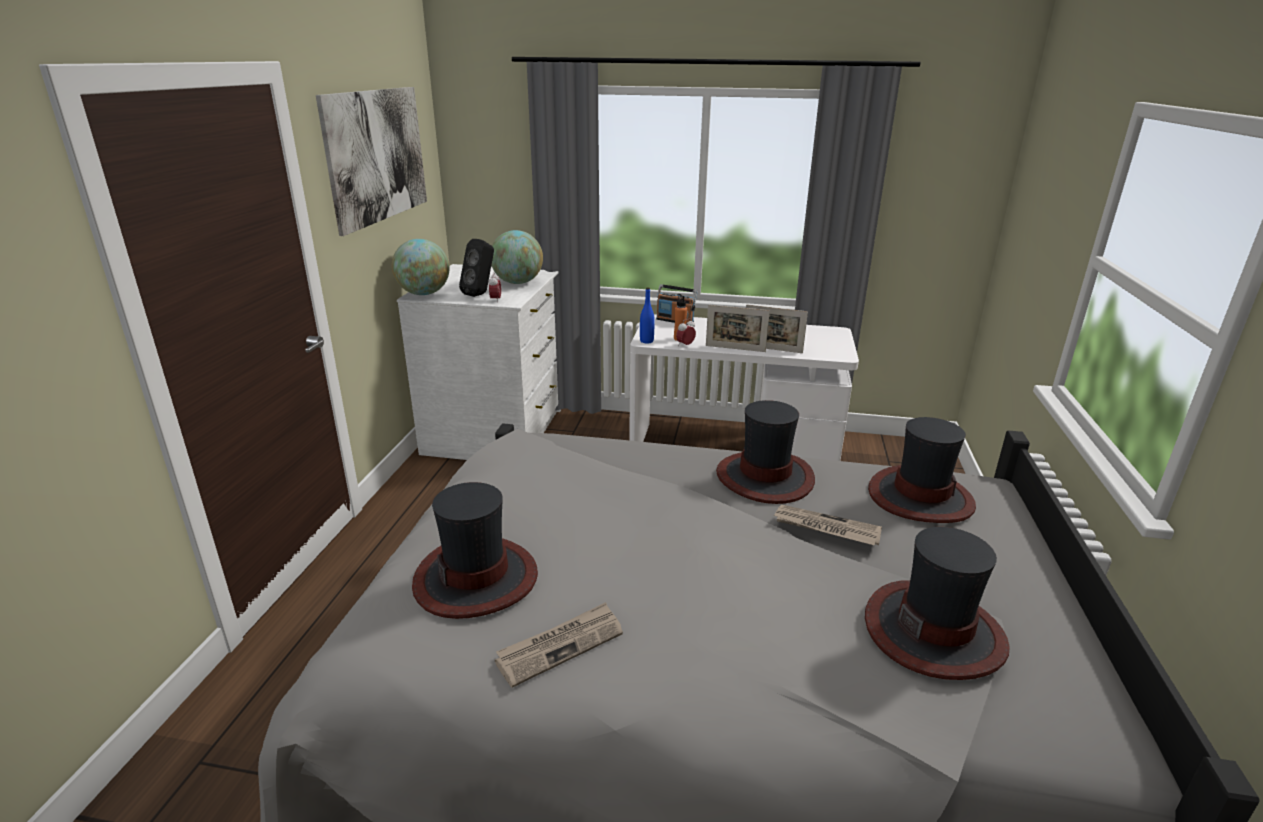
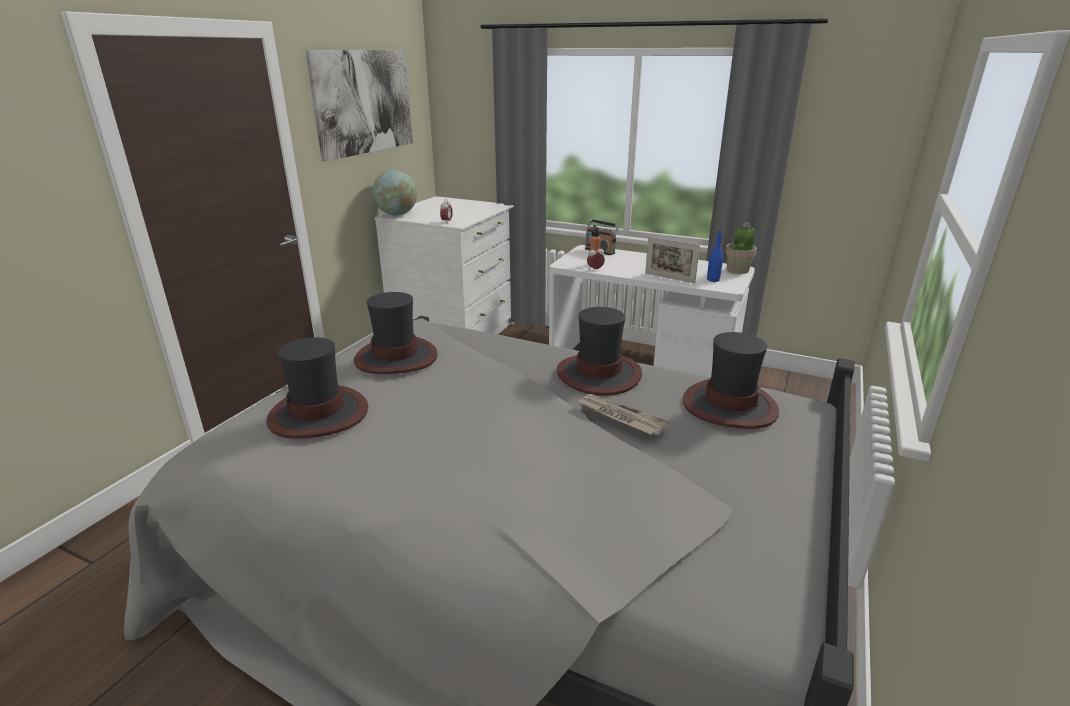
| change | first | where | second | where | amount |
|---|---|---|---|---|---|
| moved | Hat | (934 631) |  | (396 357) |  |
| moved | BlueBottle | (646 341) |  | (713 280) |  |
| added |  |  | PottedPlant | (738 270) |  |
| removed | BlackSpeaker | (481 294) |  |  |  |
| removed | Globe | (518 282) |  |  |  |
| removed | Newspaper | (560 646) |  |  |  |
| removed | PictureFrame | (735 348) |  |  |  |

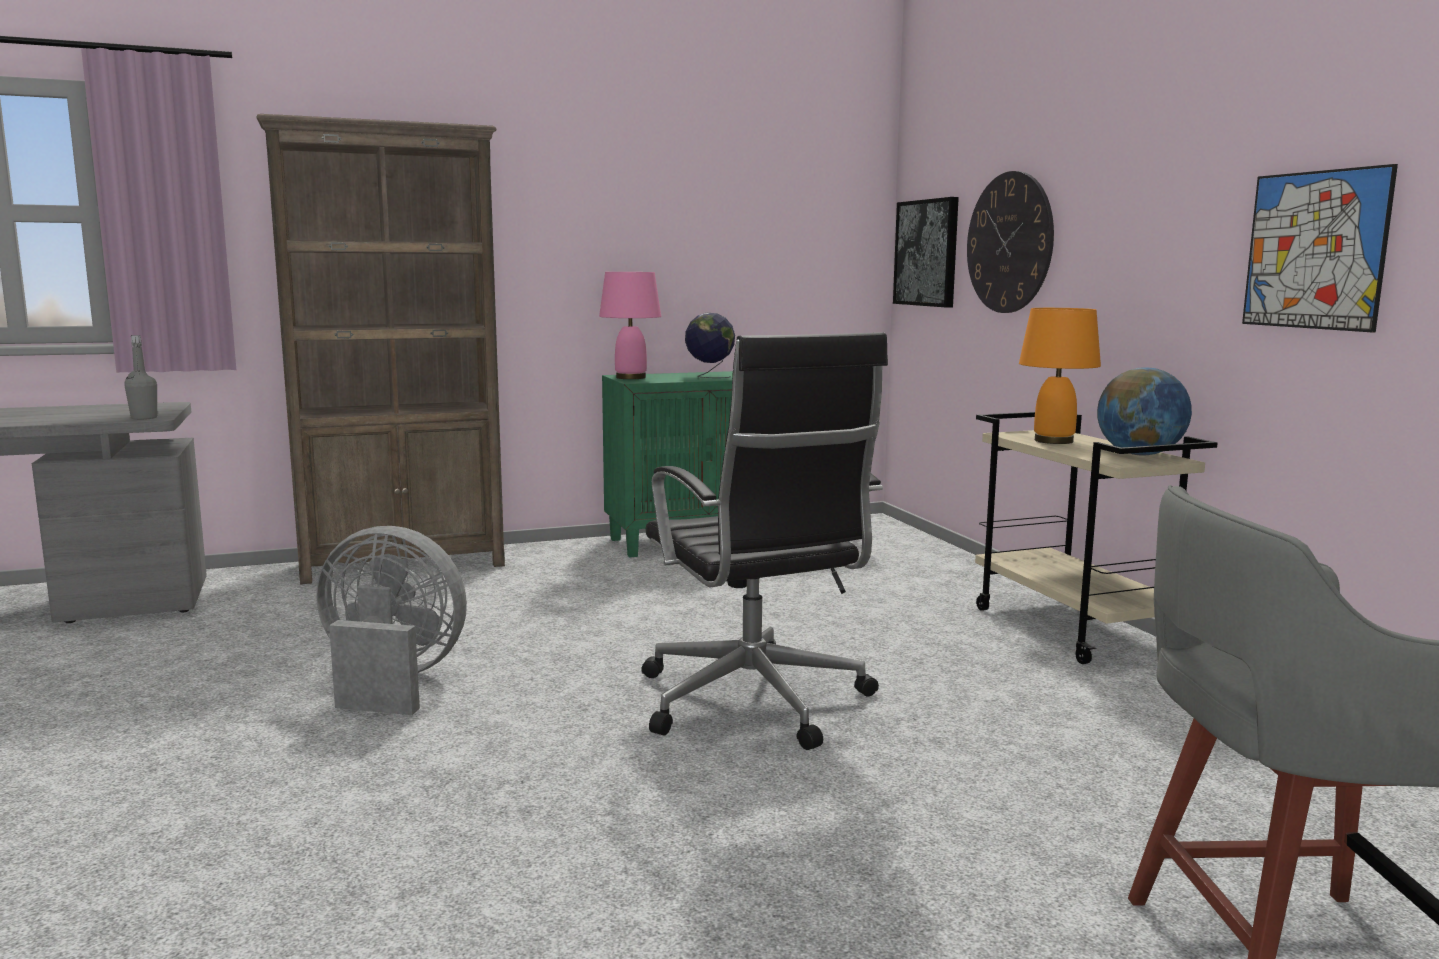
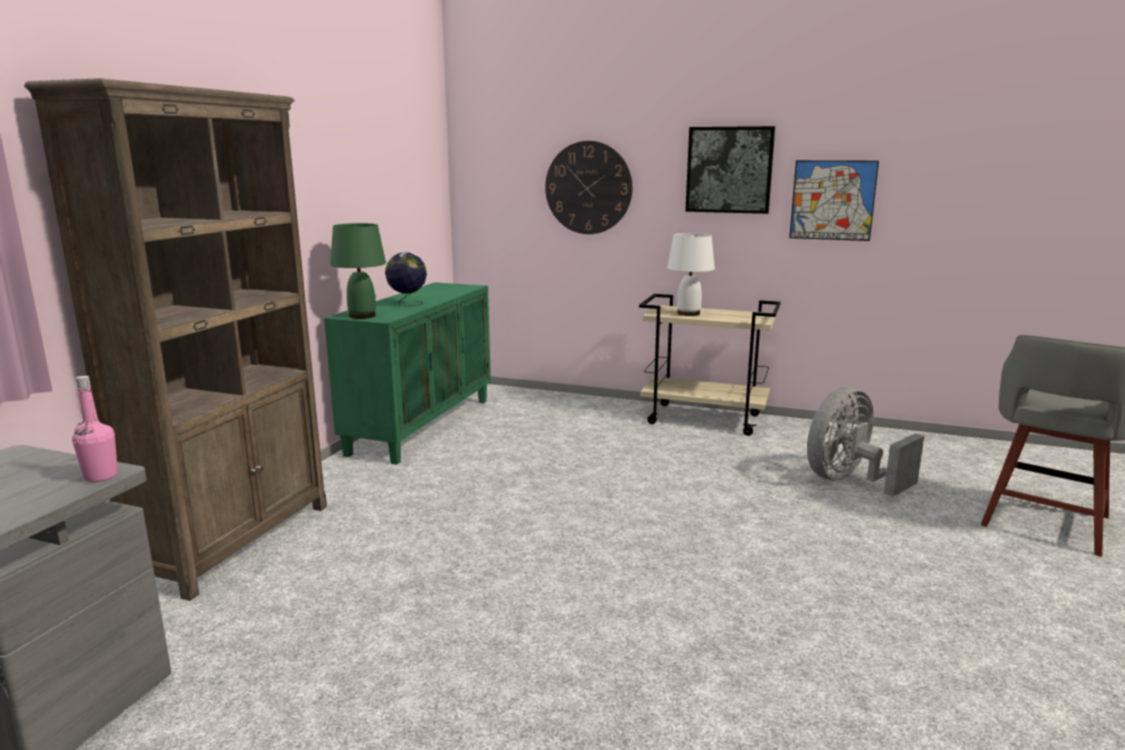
| change | first | where | second | where | amount |
|---|---|---|---|---|---|
| recoloured | GreyBottle | (144 418) | PinkBottle | (101 476) |  |
| recoloured | PinkTableLamp | (630 377) | GreenTableLamp | (362 316) |  |
| recoloured | OrangeTableLamp | (1053 441) | WhiteTableLamp | (688 313) |  |
| moved | Picture | (927 253) |  | (729 170) |  |
| moved | GreyFan | (390 682) |  | (849 481) |  |
| removed | BlackOfficeChair | (755 703) |  |  |  |
| removed | Globe | (1140 454) |  |  |  |

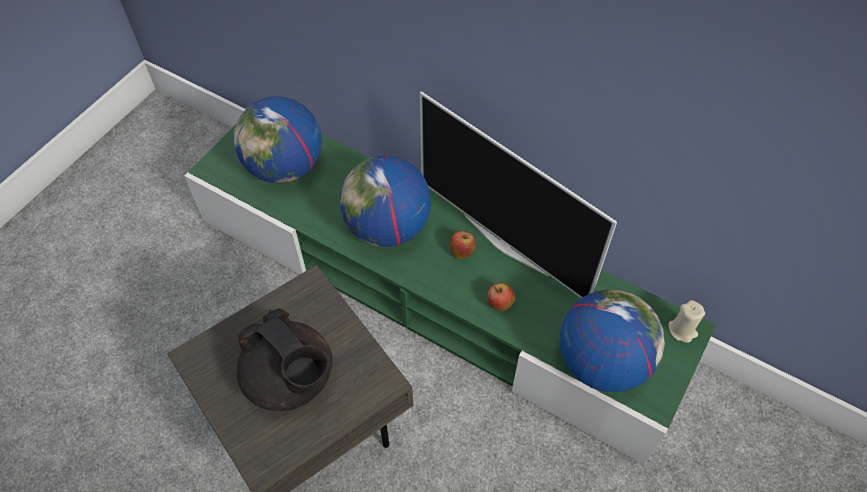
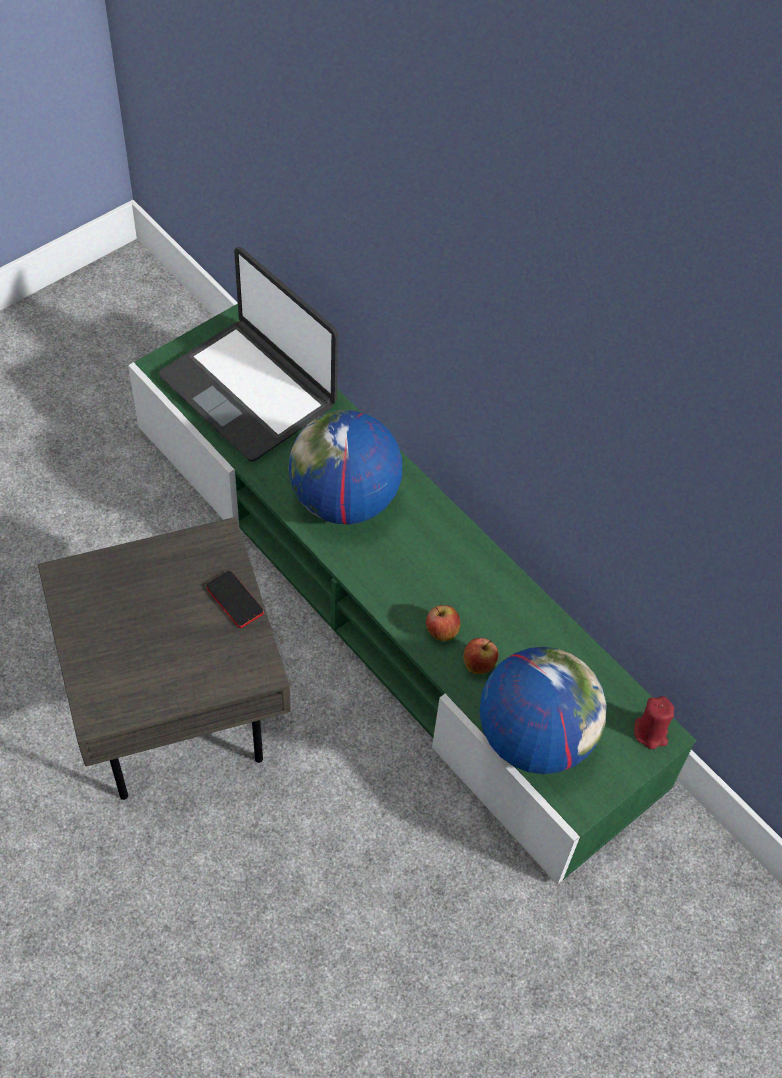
| change | first | where | second | where | amount |
|---|---|---|---|---|---|
| replaced | Globe | (285 167) | Laptop | (249 390) |  |
| added |  |  | Phone | (234 600) |  |
| moved | Apple | (462 252) |  | (479 664) |  |
| recoloured | BeigeCandle | (682 330) | RedCandle | (651 733) |  |
| removed | BlackTeapot | (291 379) |  |  |  |
| removed | Television | (506 243) |  |  |  |

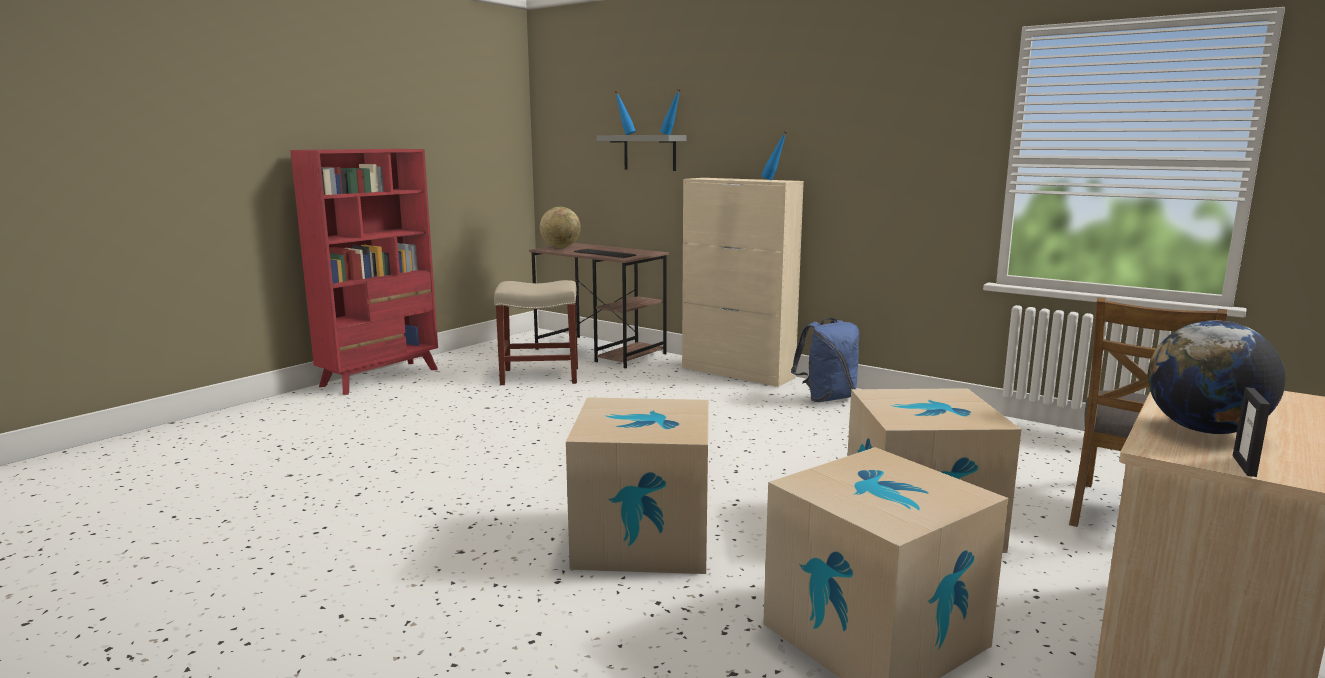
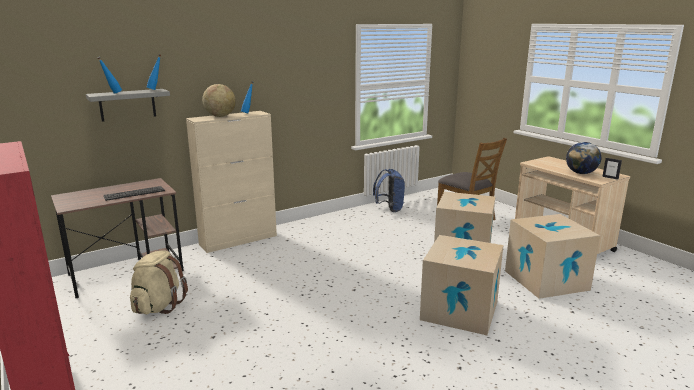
| change | first | where | second | where | amount |
|---|---|---|---|---|---|
| replaced | BeigeStool | (538 376) | BeigeBackpack | (159 306) |  |
| moved | Globe | (561 247) |  | (220 116) |  |
| moved | BlueBackpack | (827 398) |  | (389 209) |  |

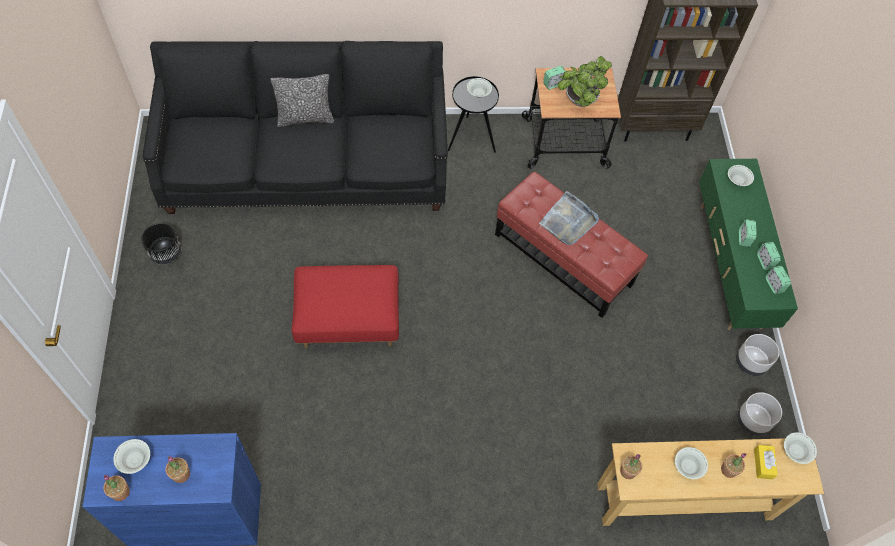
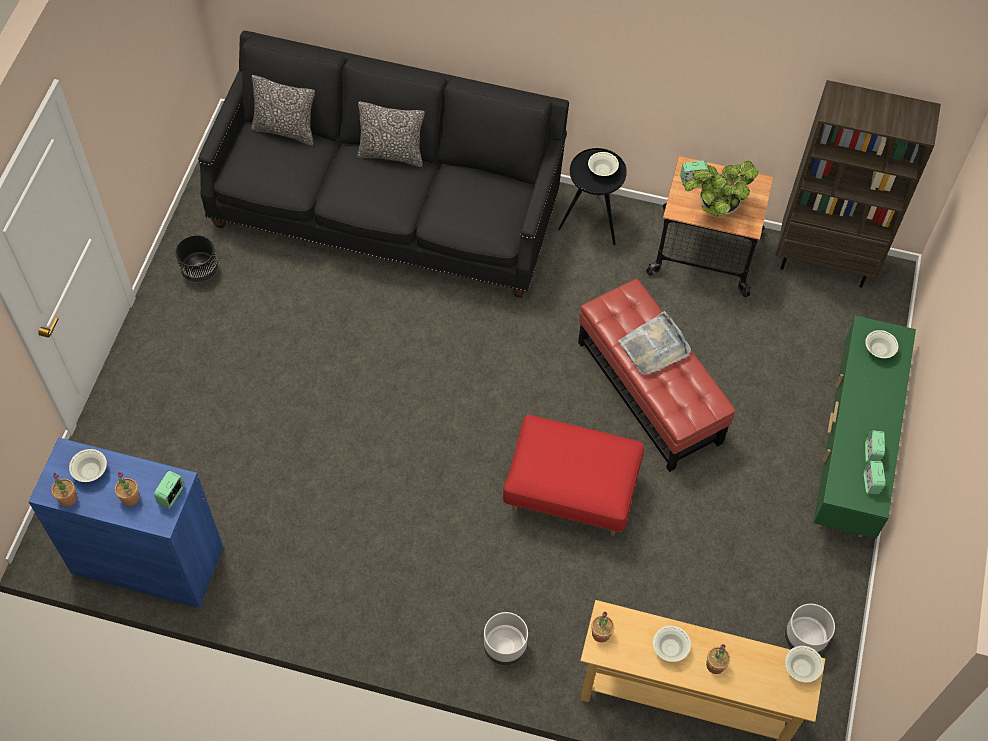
| change | first | where | second | where | amount |
|---|---|---|---|---|---|
| moved | AlarmClock | (744 238) |  | (171 495) |  |
| added |  |  | Pillow | (285 130) |  |
| moved | GreyPlanter | (751 362) |  | (504 647) |  |
| moved | RedOttoman | (349 321) |  | (571 492) |  |
| removed | YellowTissueBox | (763 464) |  |  |  |

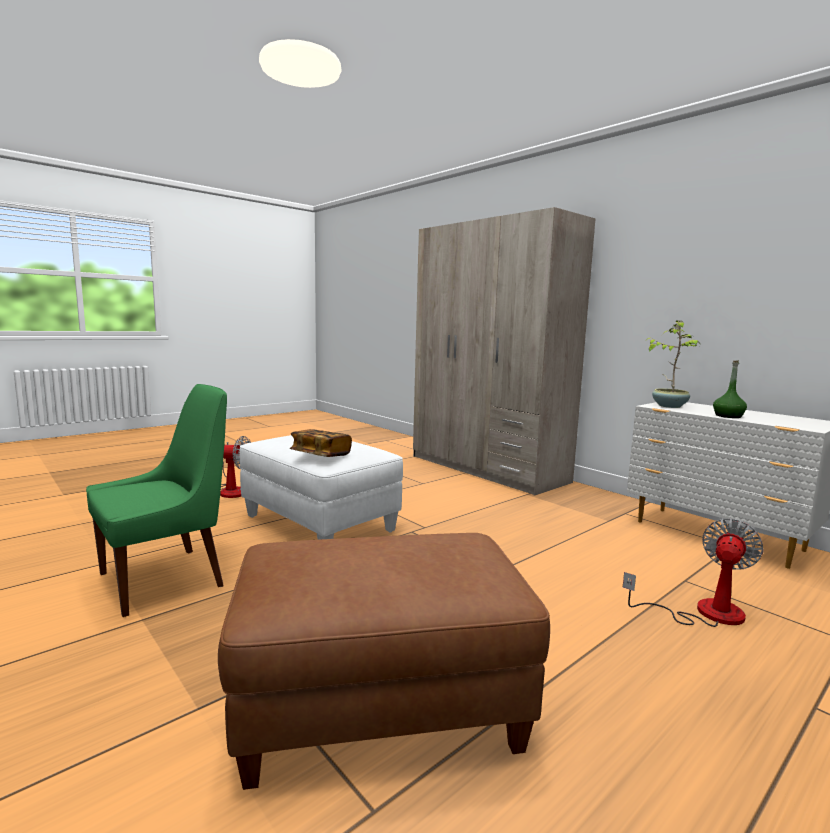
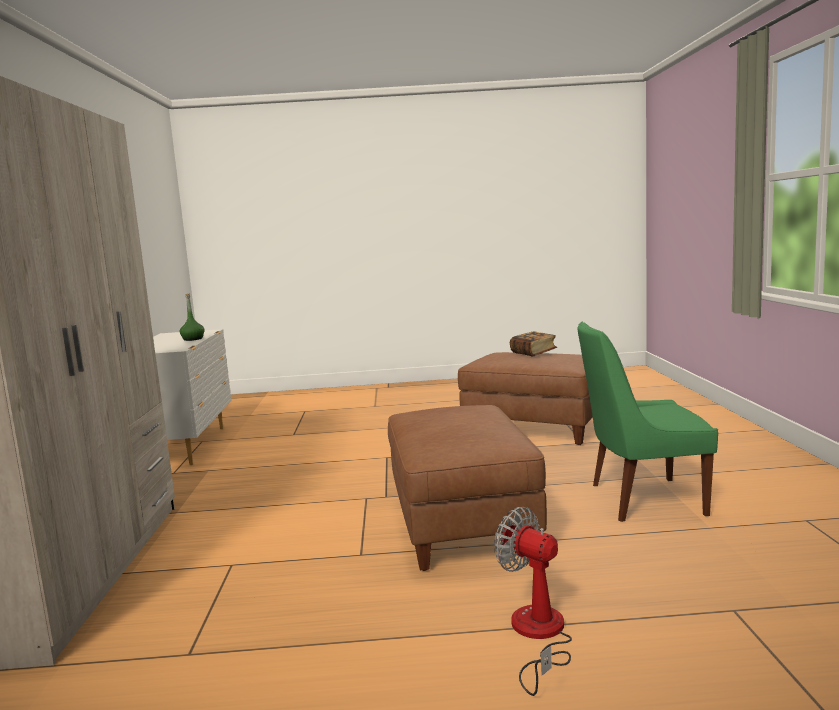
| change | first | where | second | where | amount |
|---|---|---|---|---|---|
| recoloured | WhiteOttoman | (321 524) | BrownOttoman | (461 525) |  |
| moved | Book | (321 455) |  | (533 353) |  |
| removed | Fan | (704 613) |  |  |  |
| removed | PottedPlant | (669 406) |  |  |  |

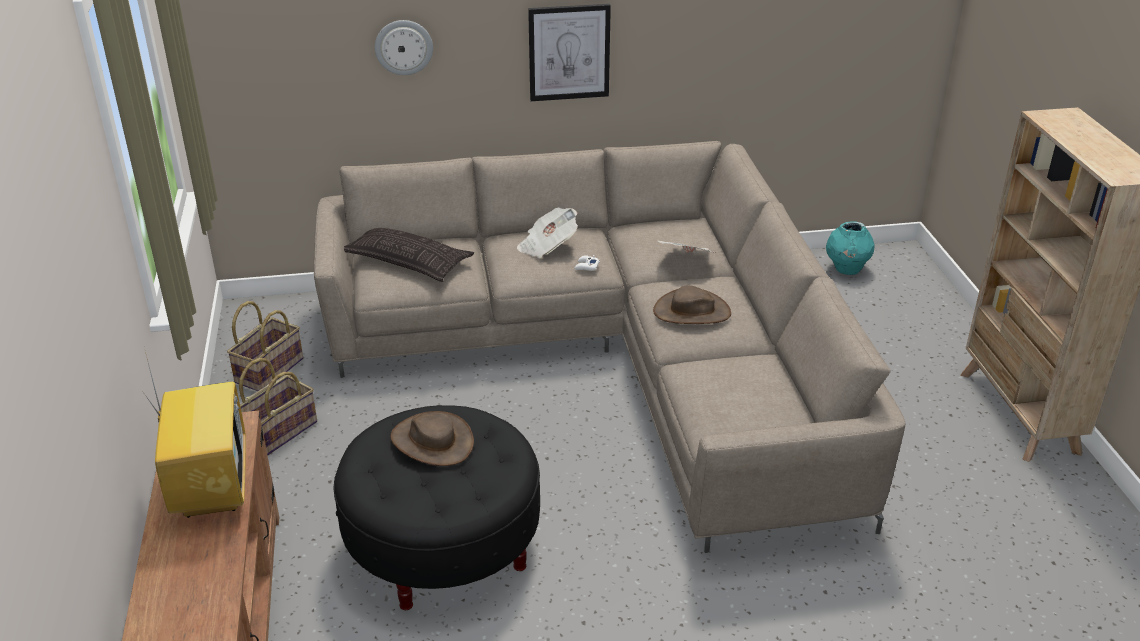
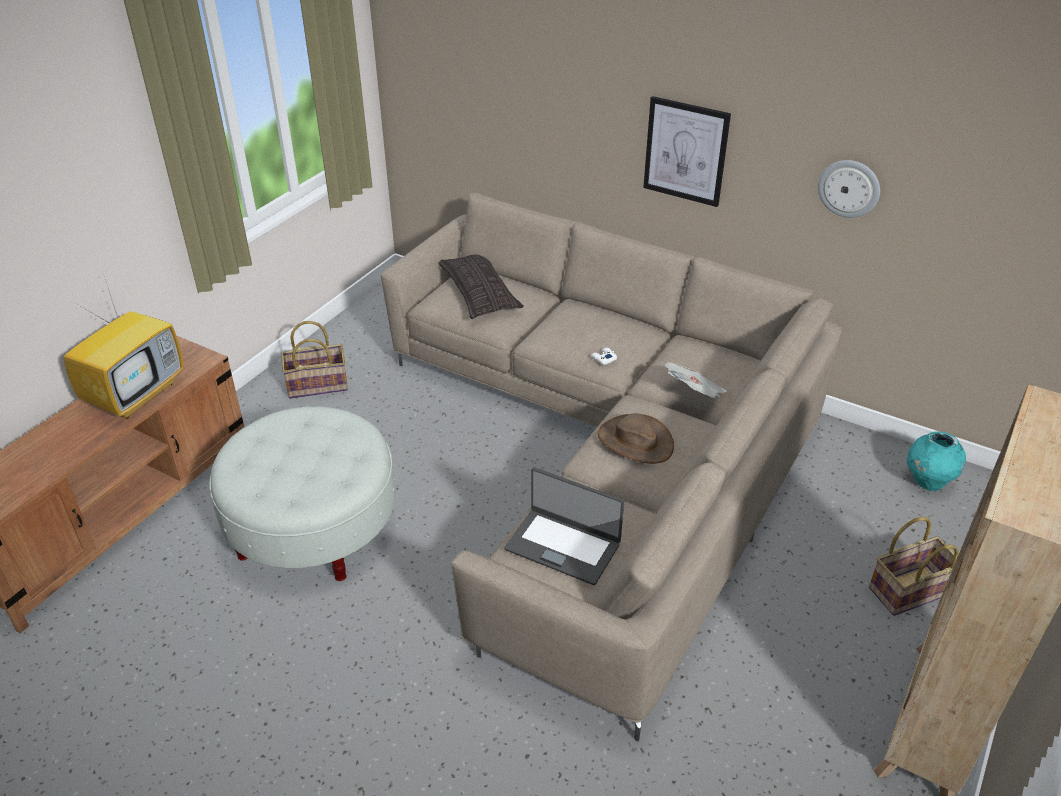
| change | first | where | second | where | amount |
|---|---|---|---|---|---|
| recoloured | BlackOttoman | (443 546) | WhiteOttoman | (313 529) |  |
| added |  |  | Laptop | (563 545) |  |
| moved | WallClock | (403 47) |  | (849 188) |  |
| moved | Basket | (268 370) |  | (909 589) |  |
| removed | BrownHat | (432 441) |  |  |  |
| removed | Newspaper | (547 247) |  |  |  |

